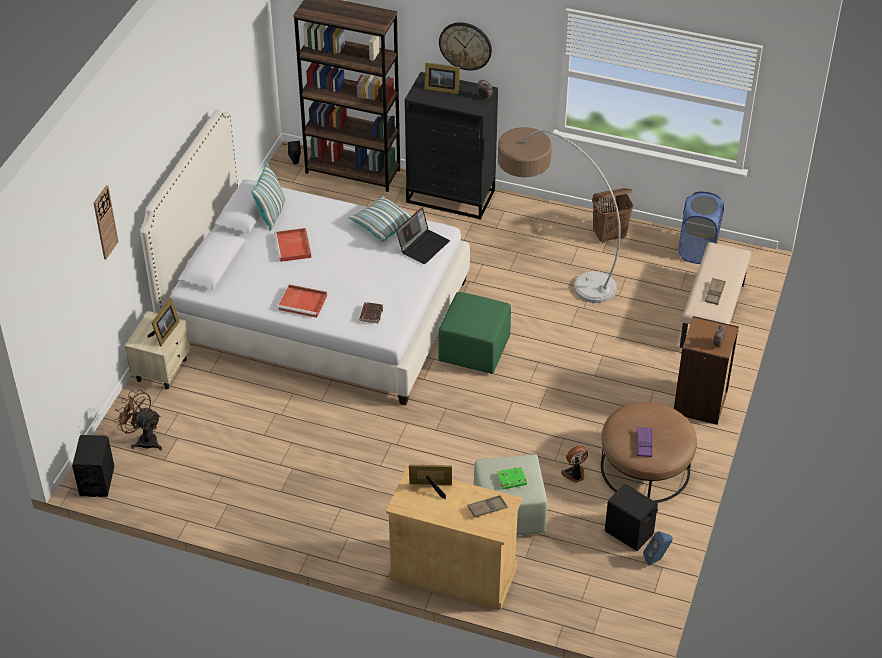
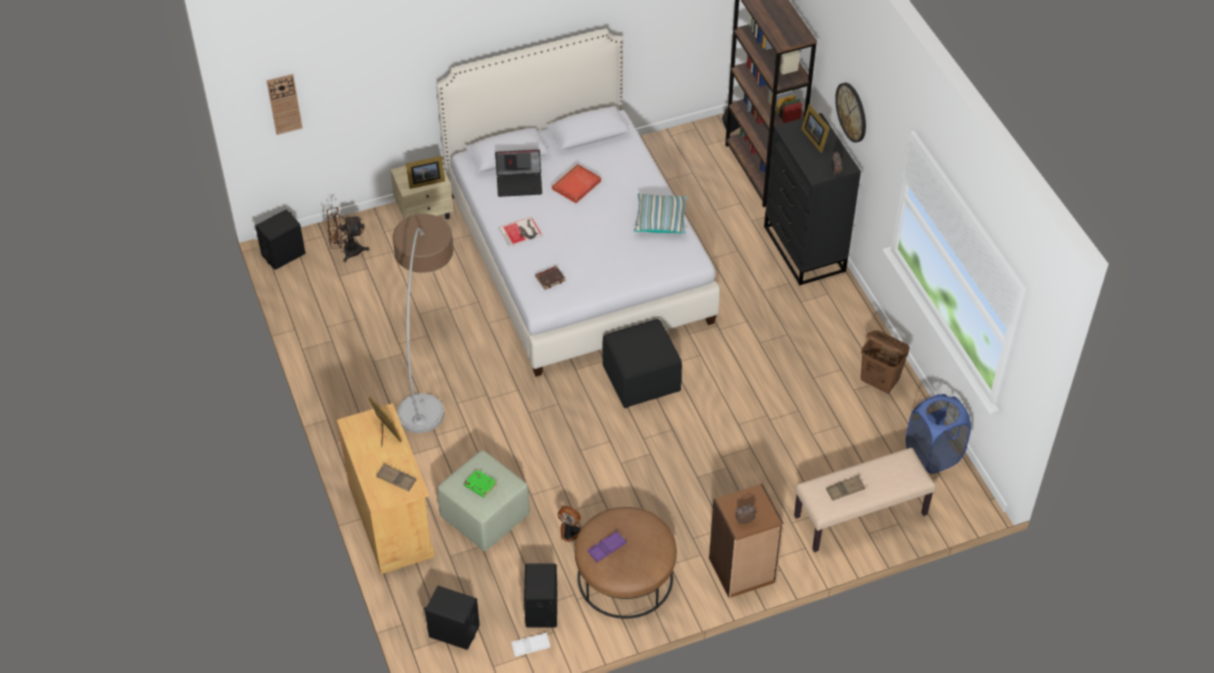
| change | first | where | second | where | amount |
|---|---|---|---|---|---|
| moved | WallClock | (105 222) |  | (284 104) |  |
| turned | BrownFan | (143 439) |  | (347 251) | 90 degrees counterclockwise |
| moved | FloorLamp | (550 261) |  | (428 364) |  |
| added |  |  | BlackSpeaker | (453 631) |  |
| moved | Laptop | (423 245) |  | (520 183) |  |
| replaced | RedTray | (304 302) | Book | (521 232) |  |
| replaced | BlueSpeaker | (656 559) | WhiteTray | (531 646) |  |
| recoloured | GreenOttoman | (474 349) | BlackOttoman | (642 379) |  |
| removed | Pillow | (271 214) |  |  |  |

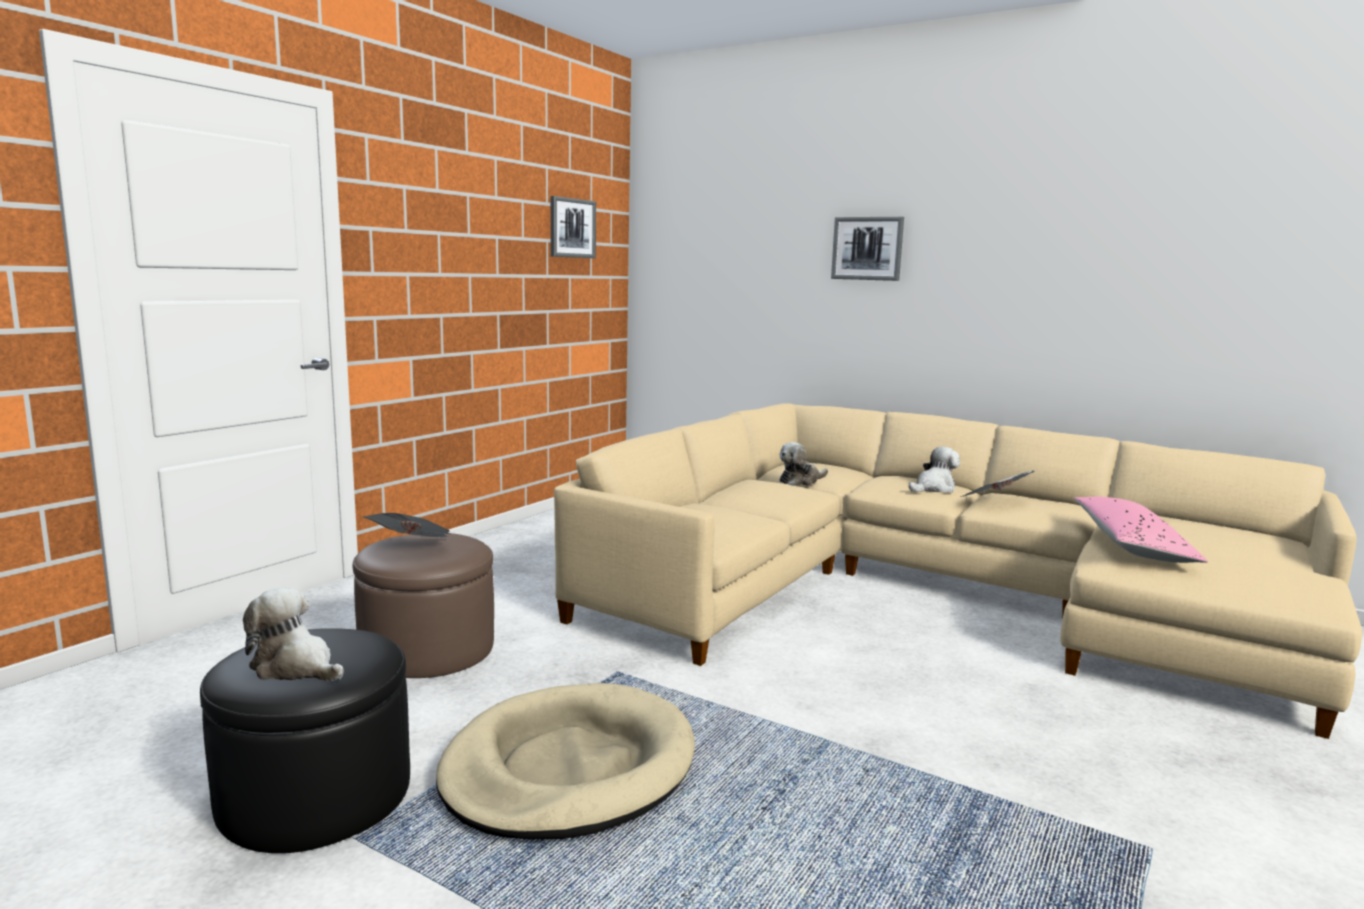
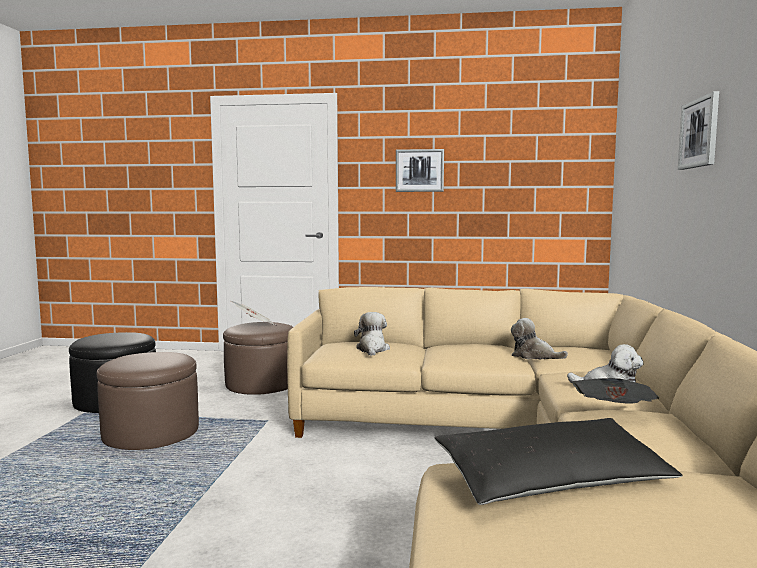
| change | first | where | second | where | amount |
|---|---|---|---|---|---|
| replaced | BeigeDogBed | (568 768) | BrownOttoman | (151 432) |  |
| moved | PlushToy | (295 667) |  | (372 349) |  |
| moved | Picture | (572 228) |  | (419 170) |  |
| recoloured | PinkPillow | (1132 545) | BlackPillow | (552 481) |  |

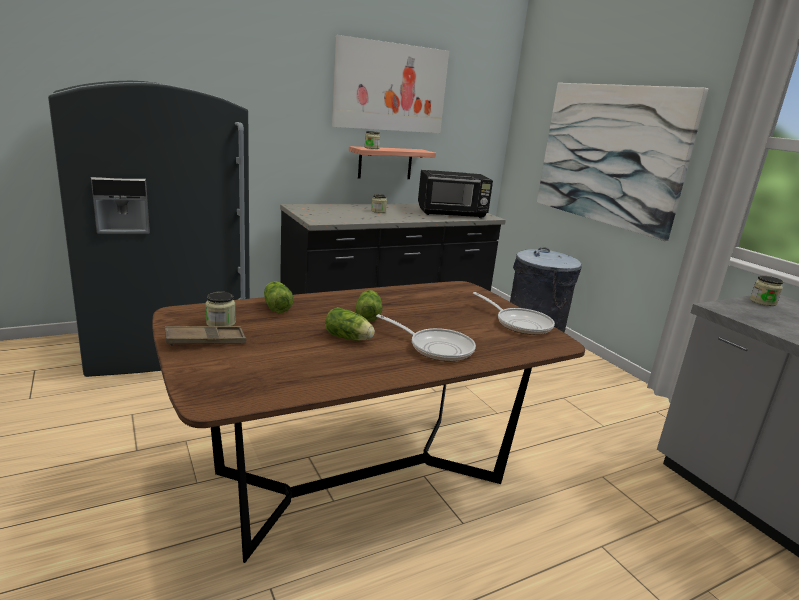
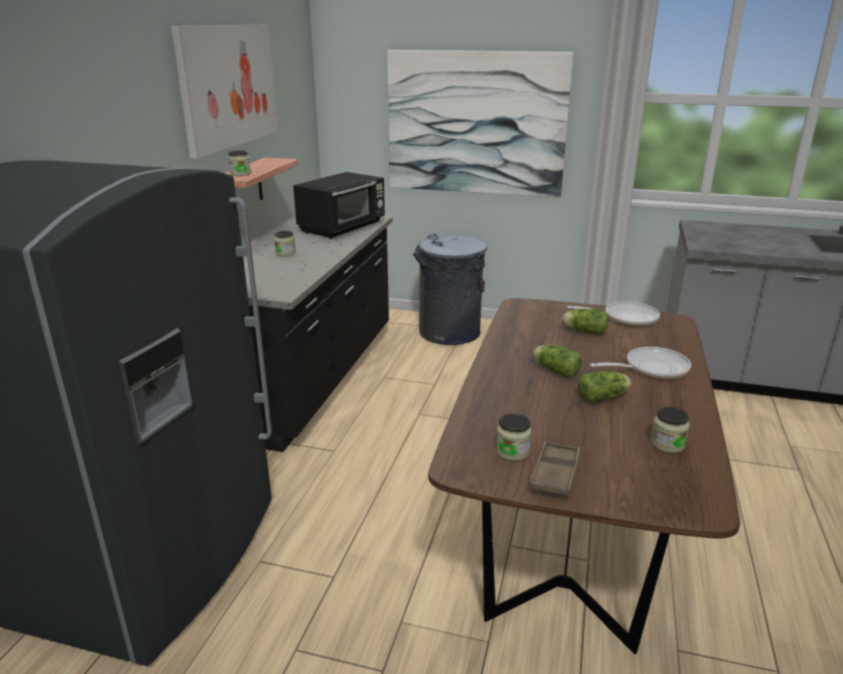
| change | first | where | second | where | amount |
|---|---|---|---|---|---|
| moved | Lettuce | (276 306) |  | (583 331) |  |
| moved | Jar | (762 302) |  | (667 444) |  |

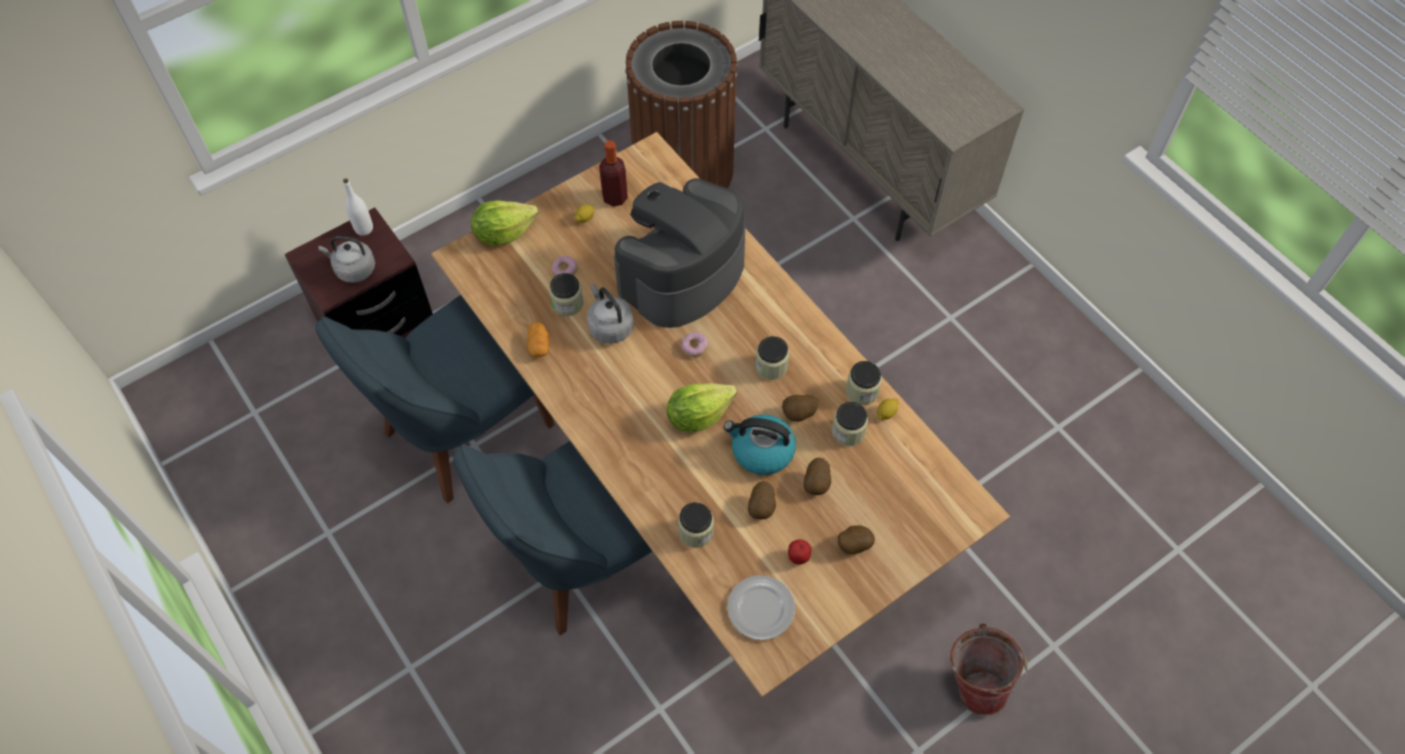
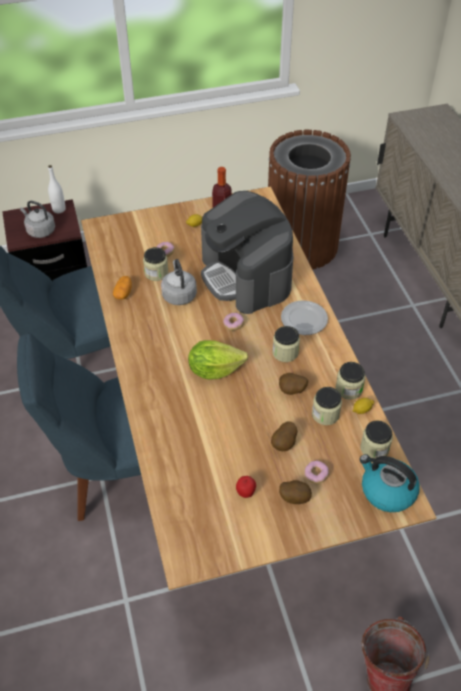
| change | first | where | second | where | amount |
|---|---|---|---|---|---|
| turned | CoffeeMachine | (681 275) |  | (246 276) | 90 degrees counterclockwise |
| moved | Plate | (761 609) |  | (304 320) |  |
| added |  |  | Donut | (316 475) |  |
| moved | Kettle | (761 451) |  | (387 491) |  |
| moved | Jar | (696 532) |  | (374 448) |  |
| removed | Lettuce | (503 233) |  |  |  |
| removed | Potato | (762 508) |  |  |  |

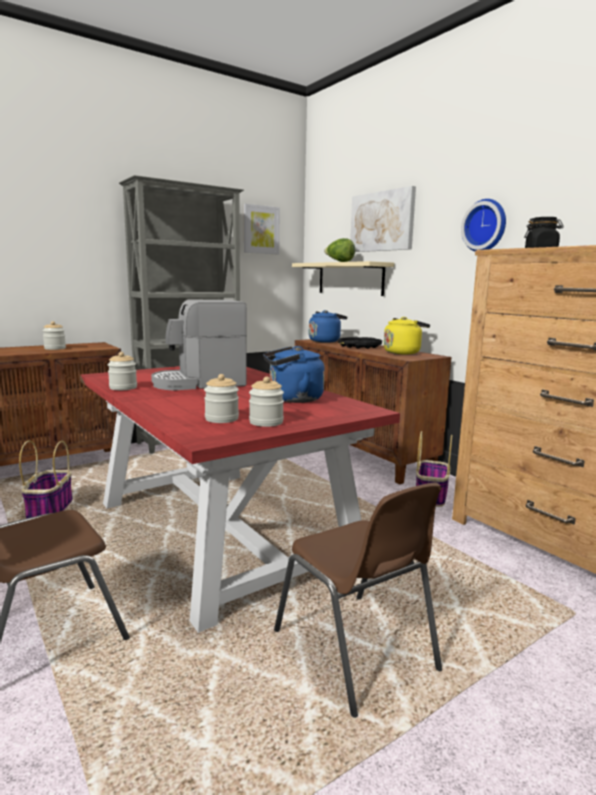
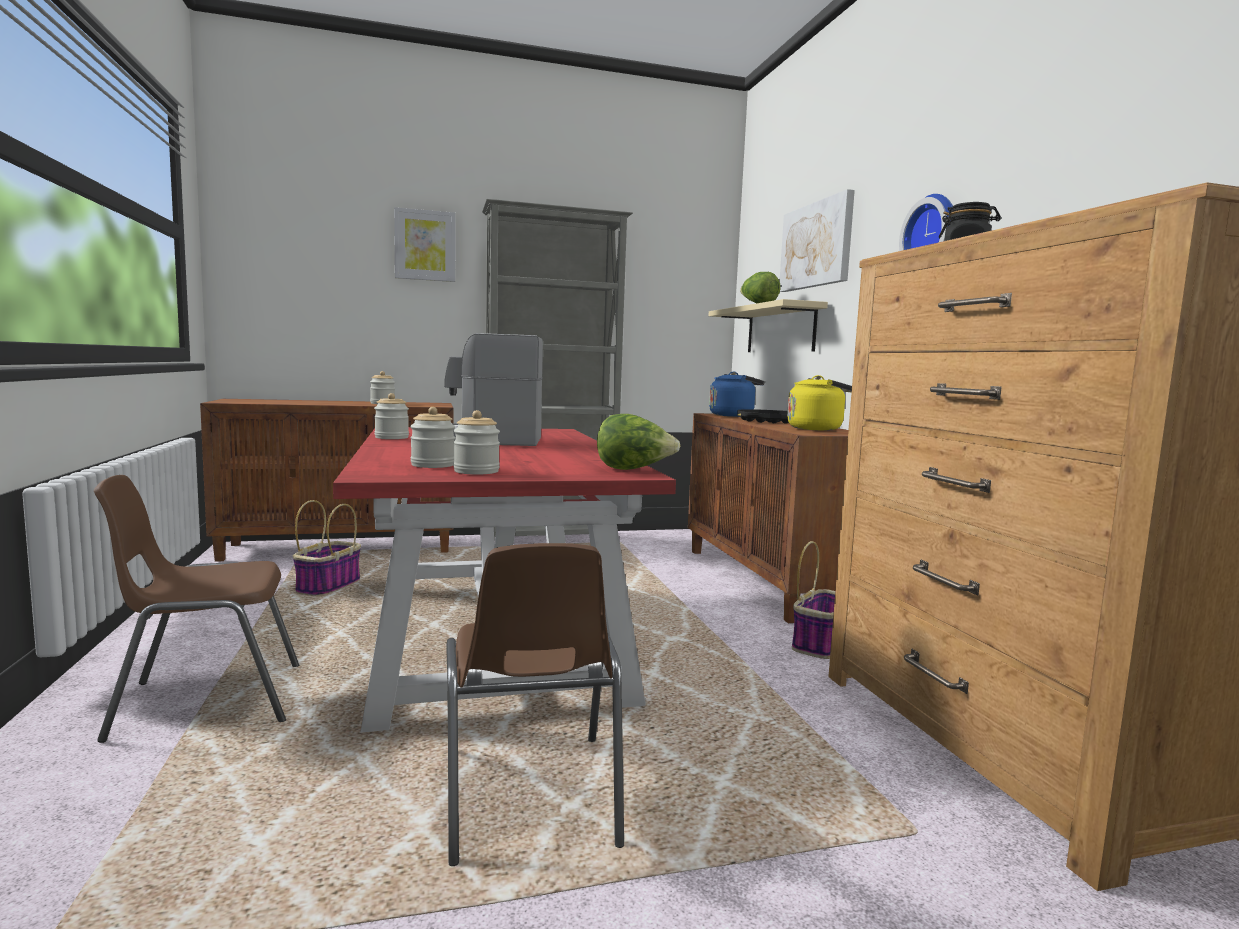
| change | first | where | second | where | amount |
|---|---|---|---|---|---|
| moved | Picture | (261 230) |  | (425 245) |  |
| added |  |  | Lettuce | (634 470) |  |
| removed | BlueKettle | (292 399) |  |  |  |

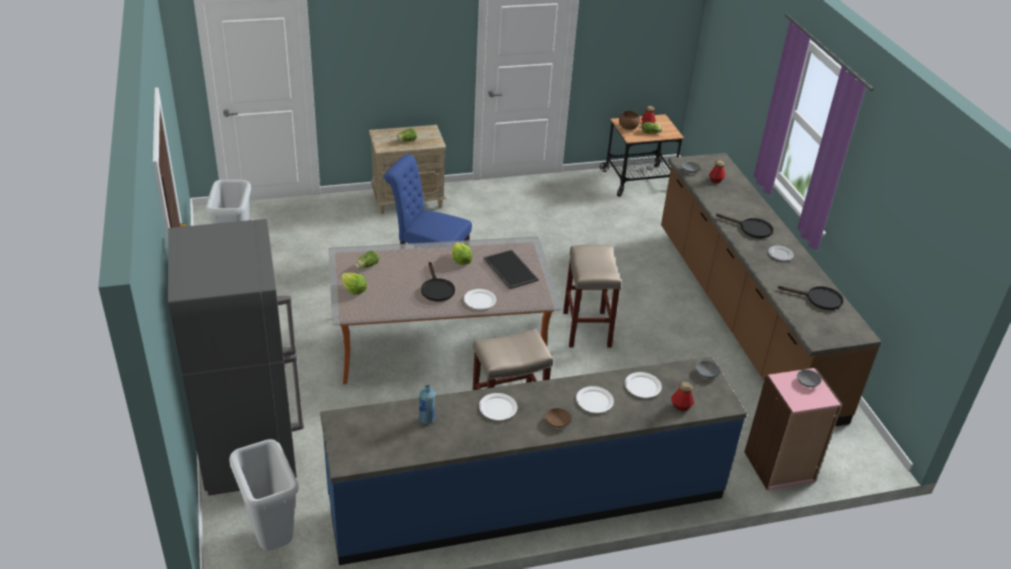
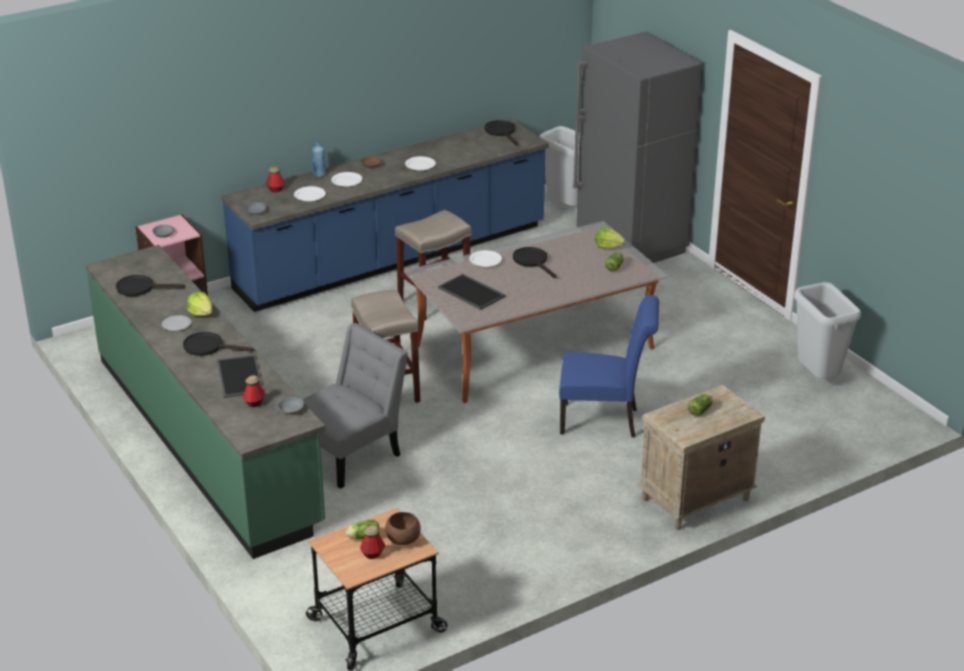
| change | first | where | second | where | amount |
|---|---|---|---|---|---|
| recoloured | BrownCounter | (742 319) | GreenCounter | (207 439) |  |
| moved | Lettuce | (460 260) |  | (201 313) |  |
| added |  |  | Tray | (241 377) |  |
| added |  |  | GreyChair | (351 453) |  |
| moved | BlueBottle | (427 419) |  | (319 175) |  |
| added |  |  | BlackFryingPan | (502 132) |  |

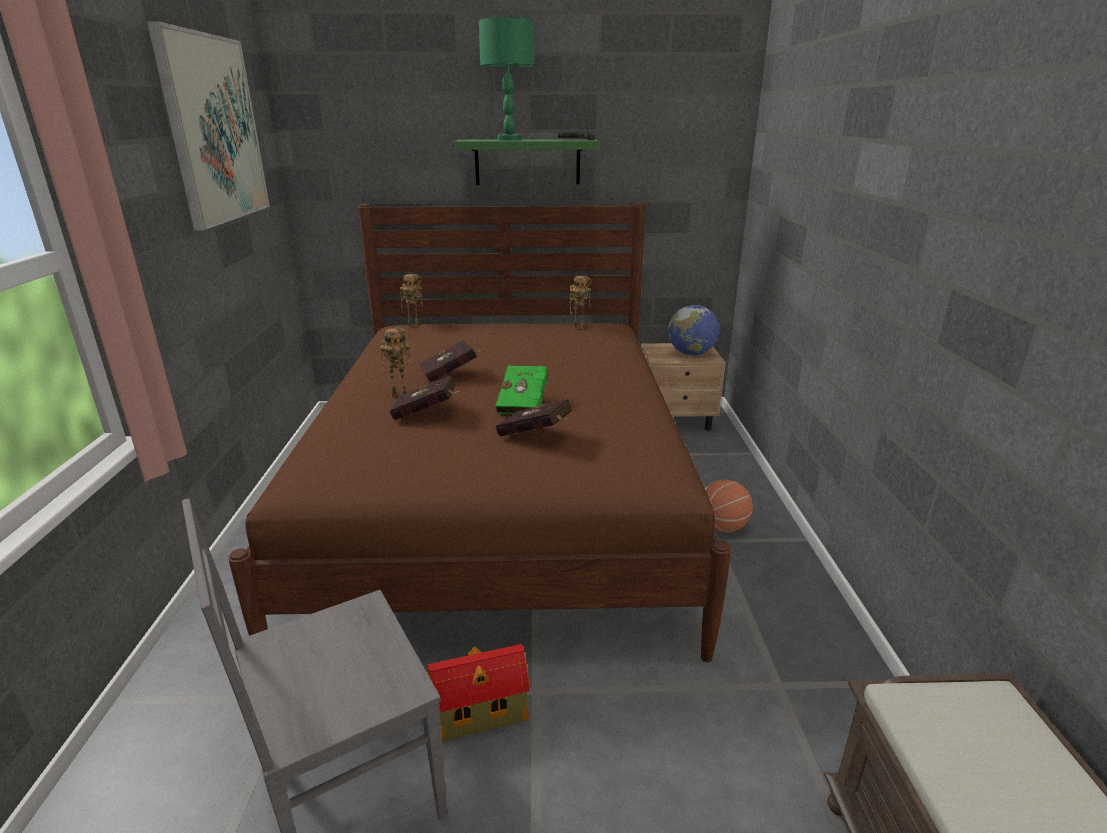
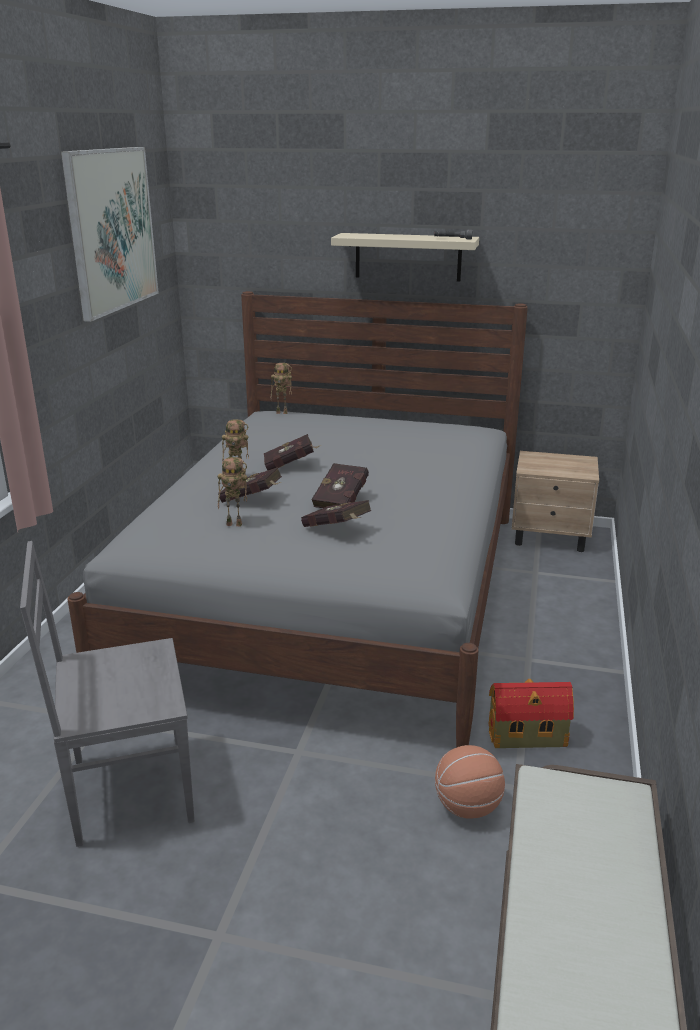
| change | first | where | second | where | amount |
|---|---|---|---|---|---|
| recoloured | BrownBed | (502 501) | GreyBed | (334 594) |  |
| moved | ToyRobot | (579 327) |  | (235 524) |  |
| recoloured | GreenBook | (524 404) | RedBook | (342 500) |  |
| recoloured | GreenShelf | (527 162) | BeigeShelf | (408 257) |  |
| moved | Basketball | (722 527) |  | (467 807) |  |
| moved | ToyHouse | (483 713) |  | (529 736) |  |
| removed | GreenTableLamp | (509 140) |  |  |  |
| removed | Globe | (691 354) |  |  |  |

